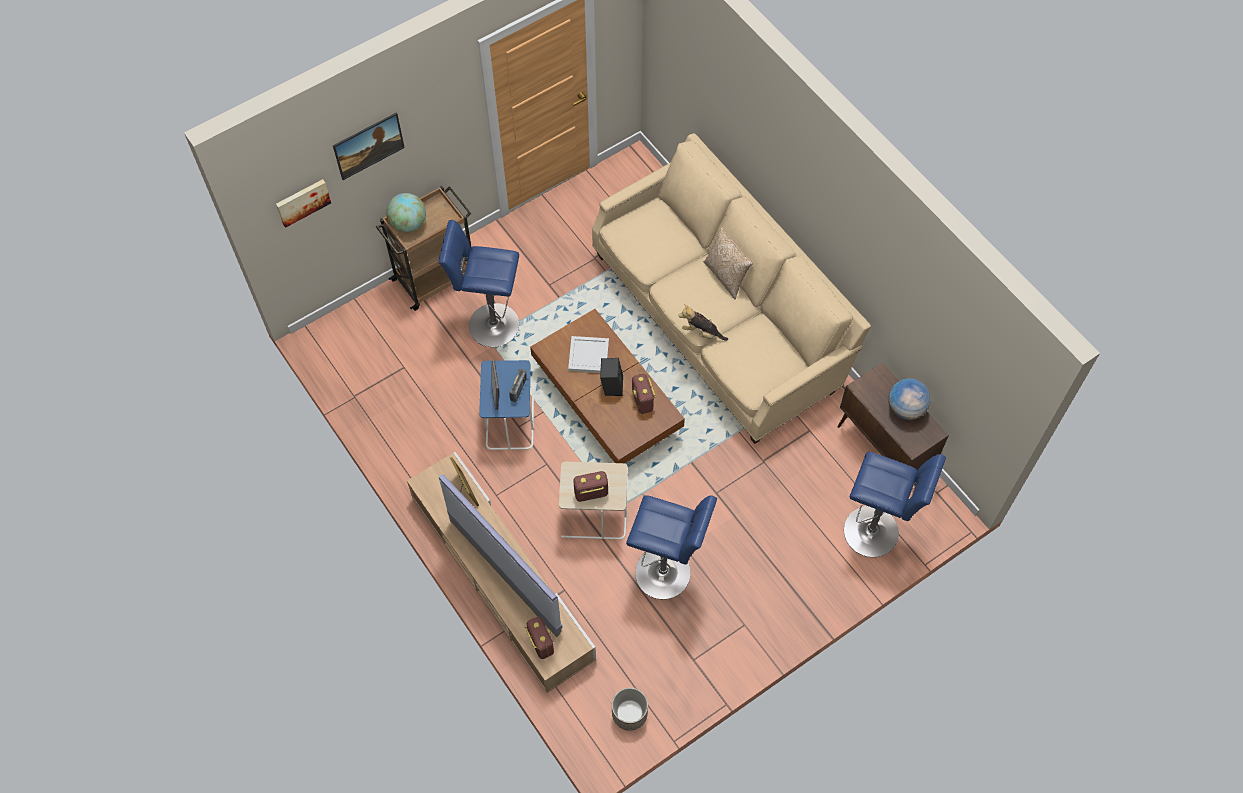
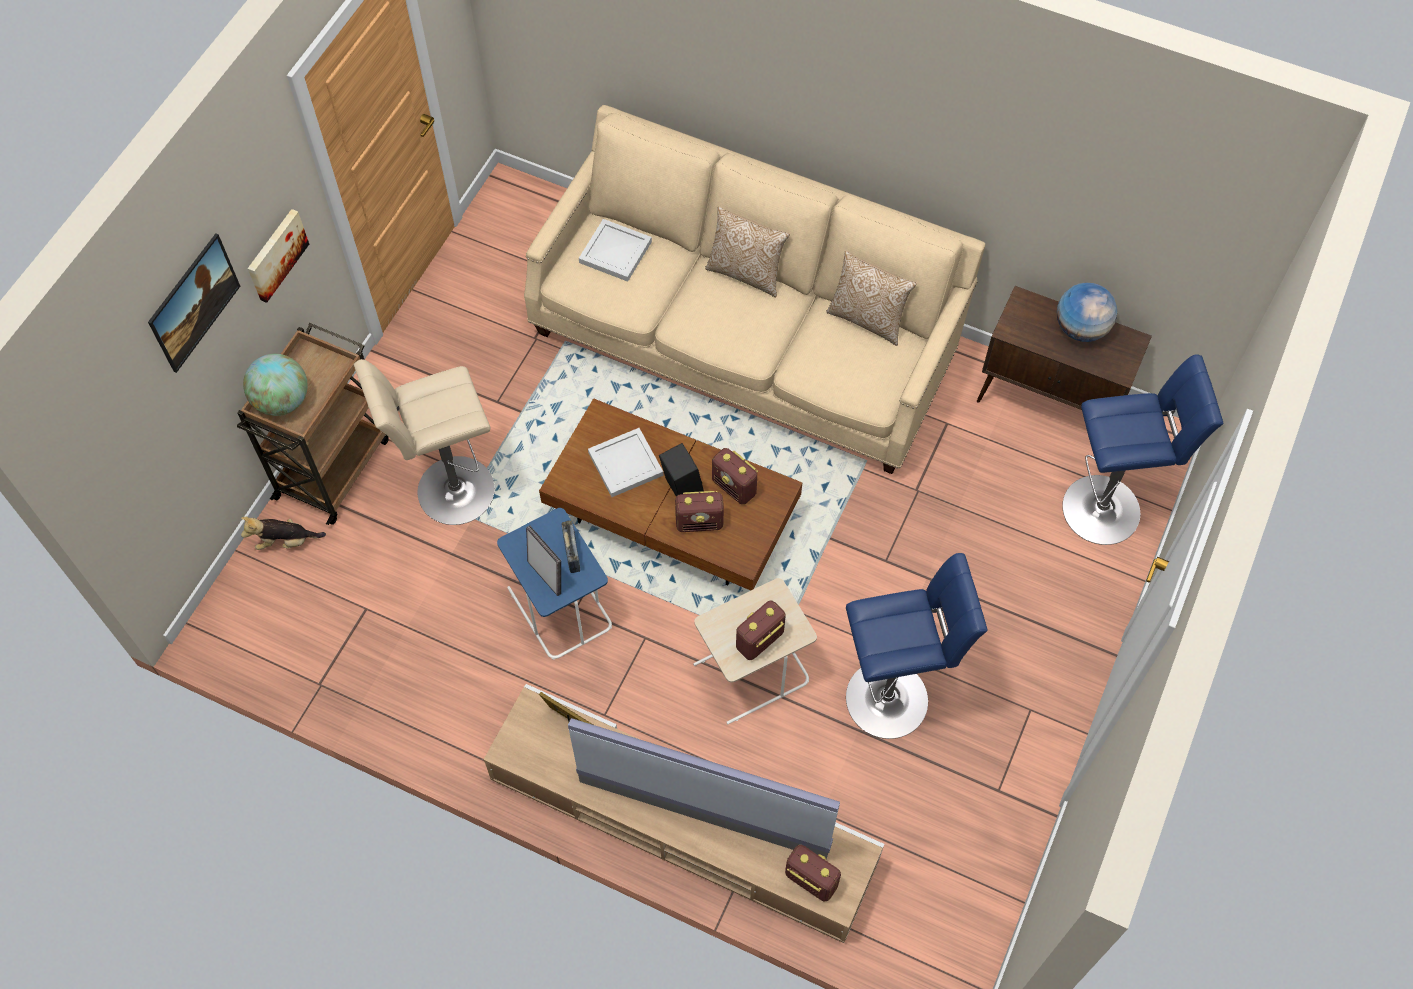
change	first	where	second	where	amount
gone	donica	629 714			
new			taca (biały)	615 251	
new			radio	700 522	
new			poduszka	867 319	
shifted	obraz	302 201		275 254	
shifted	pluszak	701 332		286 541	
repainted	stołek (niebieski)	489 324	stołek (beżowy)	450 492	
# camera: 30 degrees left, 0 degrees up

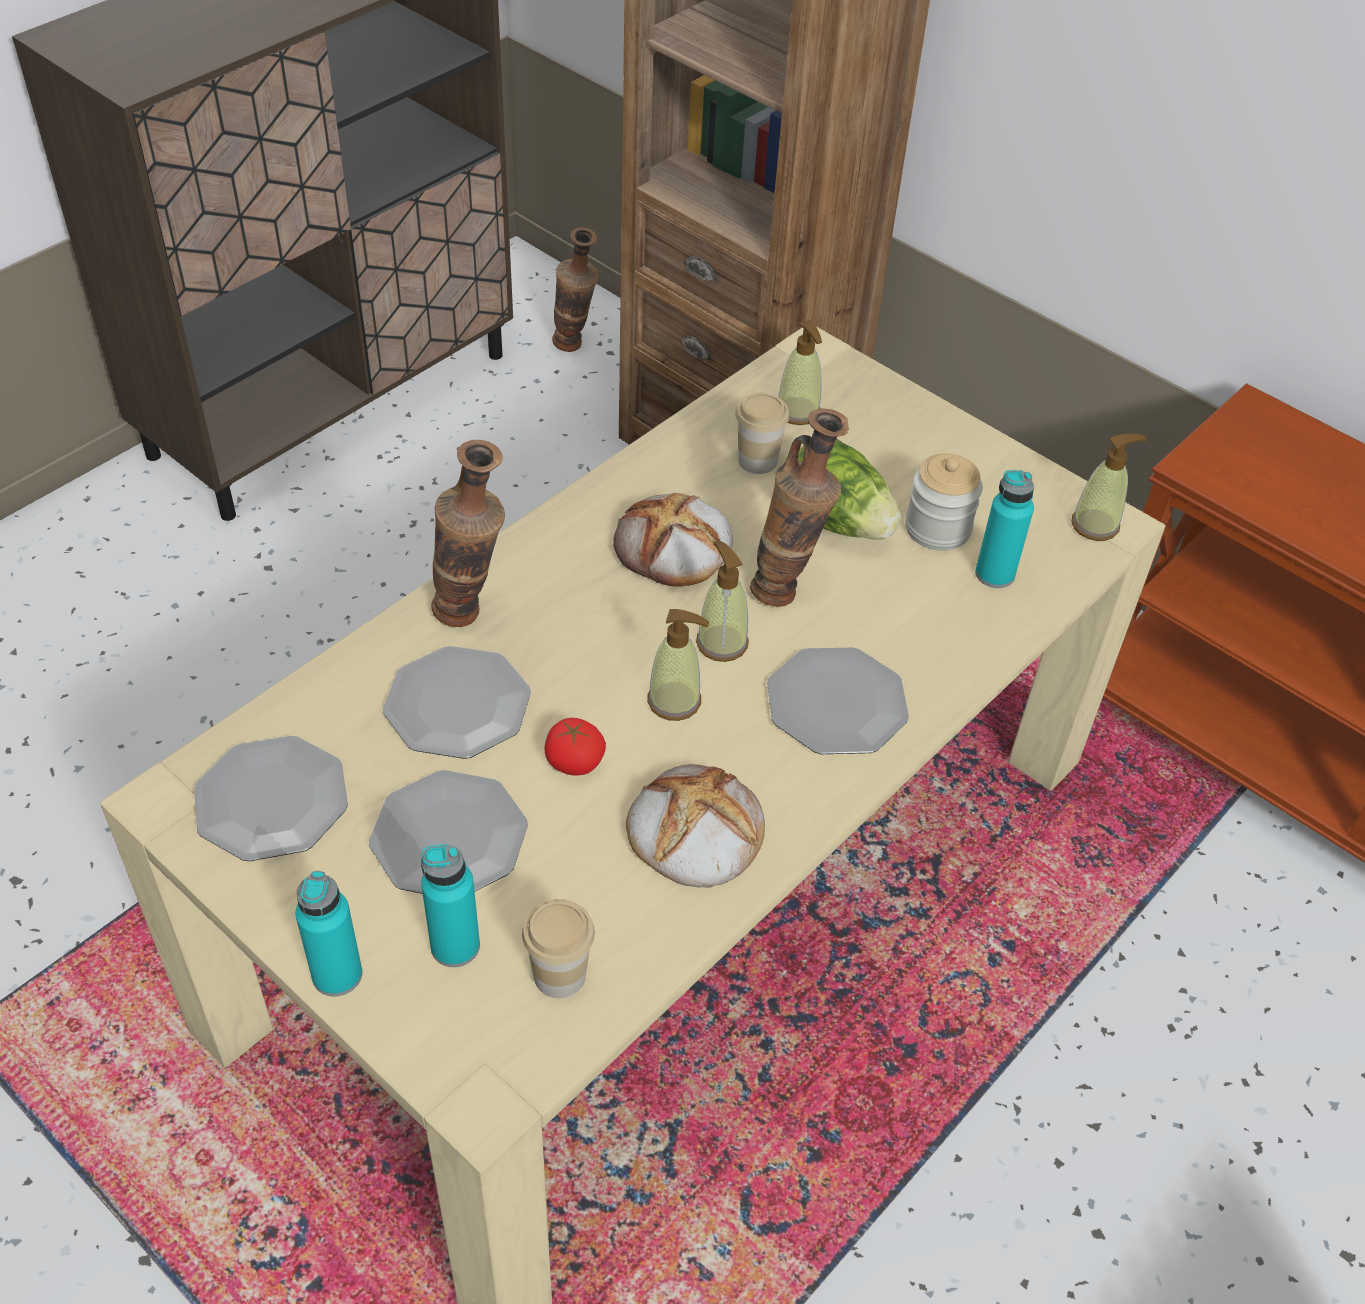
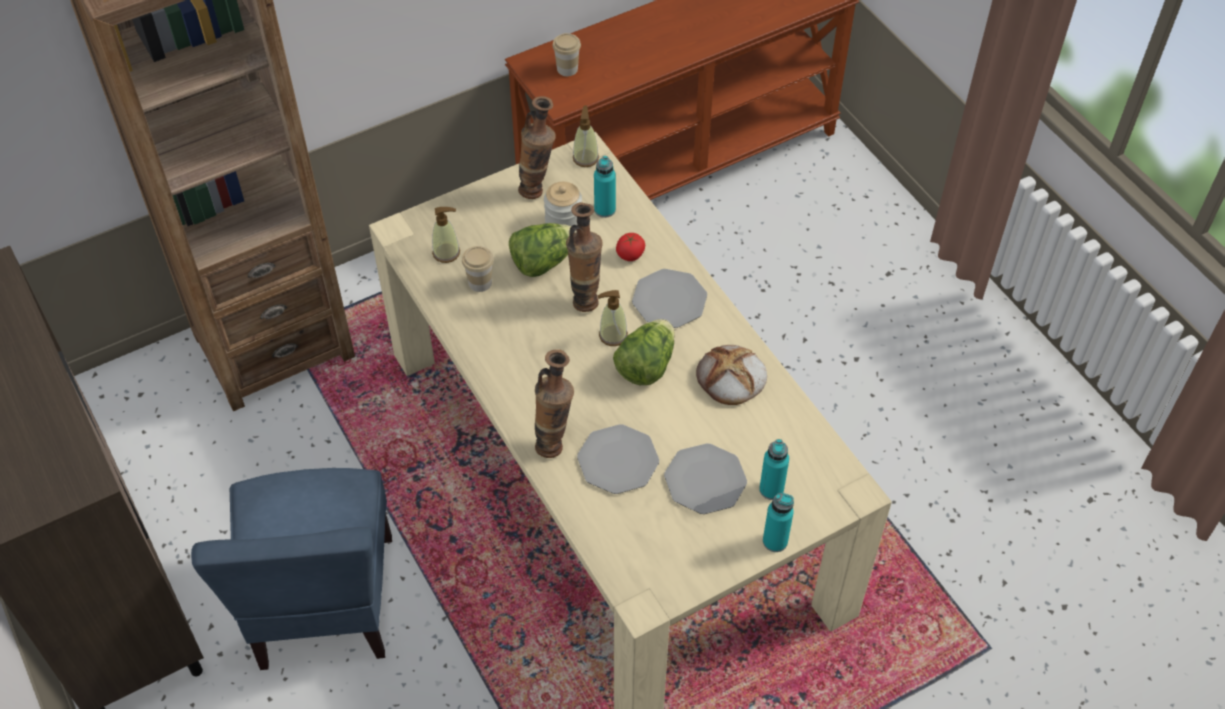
change	first	where	second	where	amount
gone	talerz	271 800			
gone	chleb	673 548			
new			krzesło (niebieski)	324 603	
shifted	filiżanka	559 975		567 69	
shifted	pomidor	574 762		630 254	
shifted	wazon	574 348		538 189	
swapped	dozownik mydła	674 701	sałata	646 365	
# camera: 70 degrees left, 5 degrees up

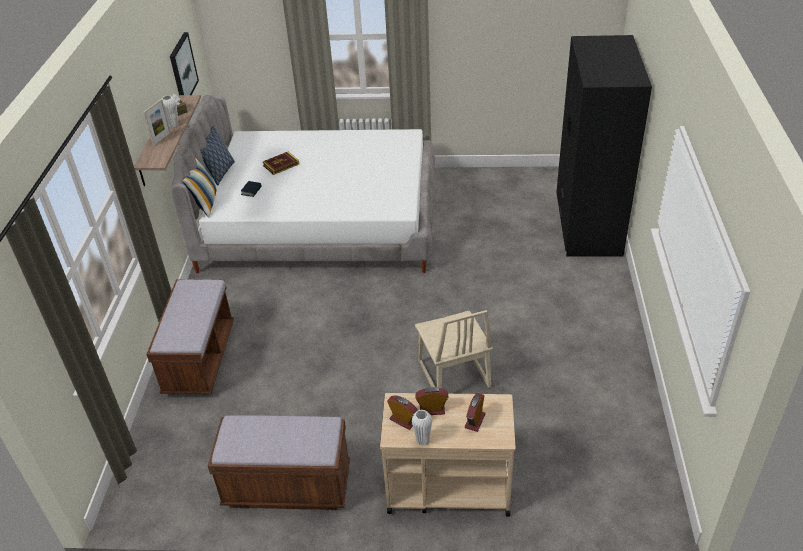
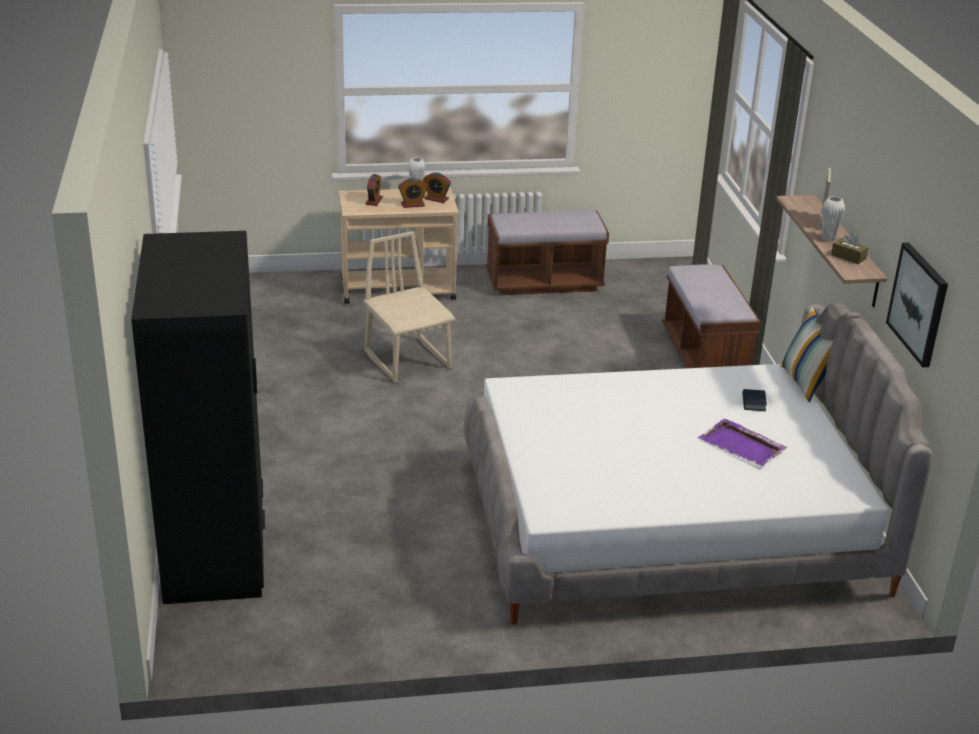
change	first	where	second	where	amount
gone	poduszka	220 173			
swapped	książka	281 165	taca (fioletowy)	742 446	
# camera: 165 degrees right, 10 degrees down

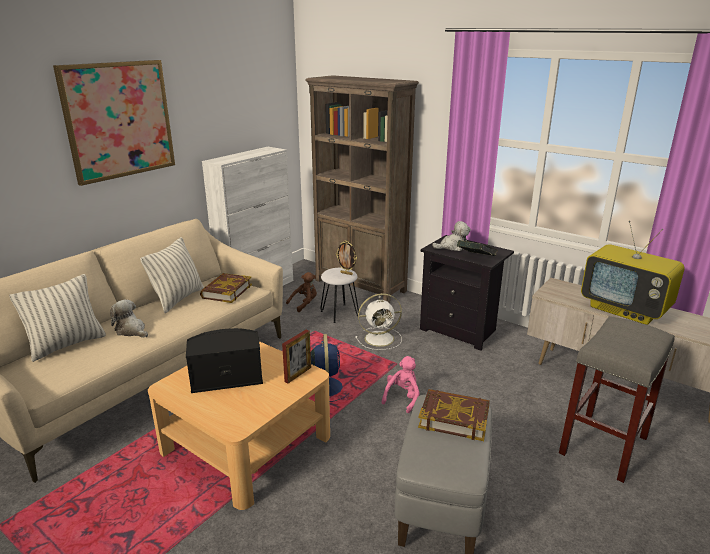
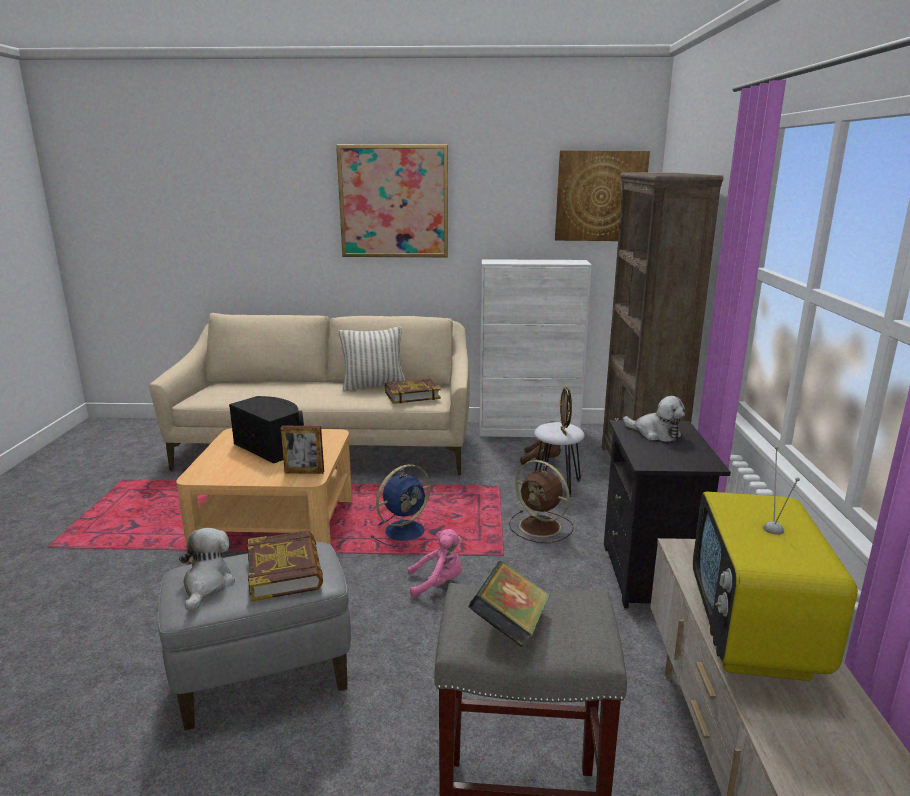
change	first	where	second	where	amount
gone	poduszka	67 345			
new			obraz	600 196	
shifted	pluszak	131 330		207 585	
shifted	książka	476 258		510 626	
repainted	wentylator (biały)	380 338	wentylator (brązowy)	541 527	
# camera: 55 degrees right, 5 degrees down

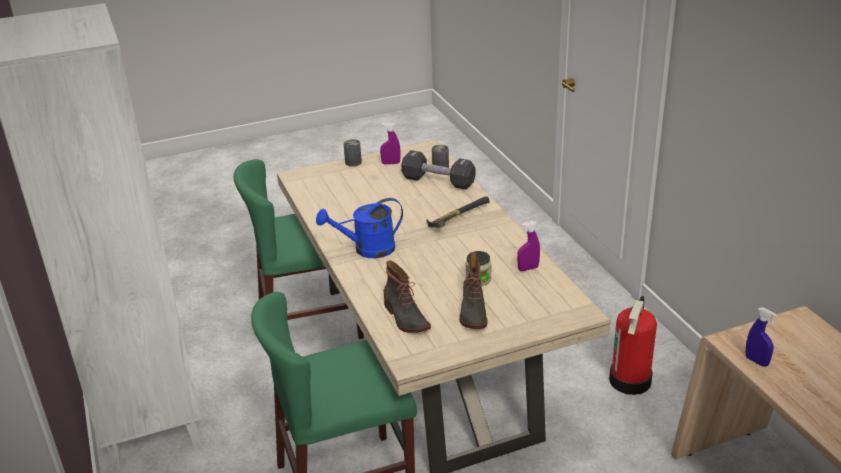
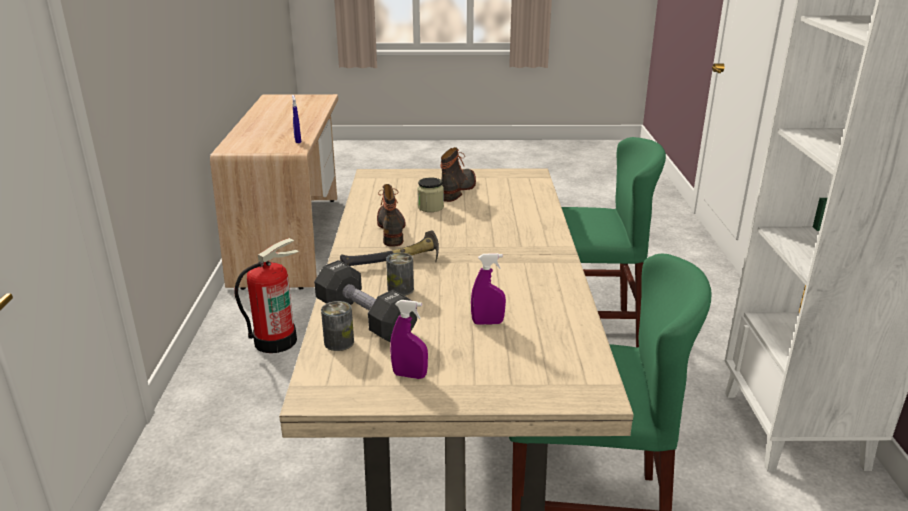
change	first	where	second	where	amount
gone	konewka (niebieski)	367 249			
shifted	puszka	353 162		400 289	
shifted	but z cholewką	405 318		392 230	
shifted	spryskiwacz (fioletowy)	528 268		487 323	
# camera: 160 degrees left, 5 degrees down

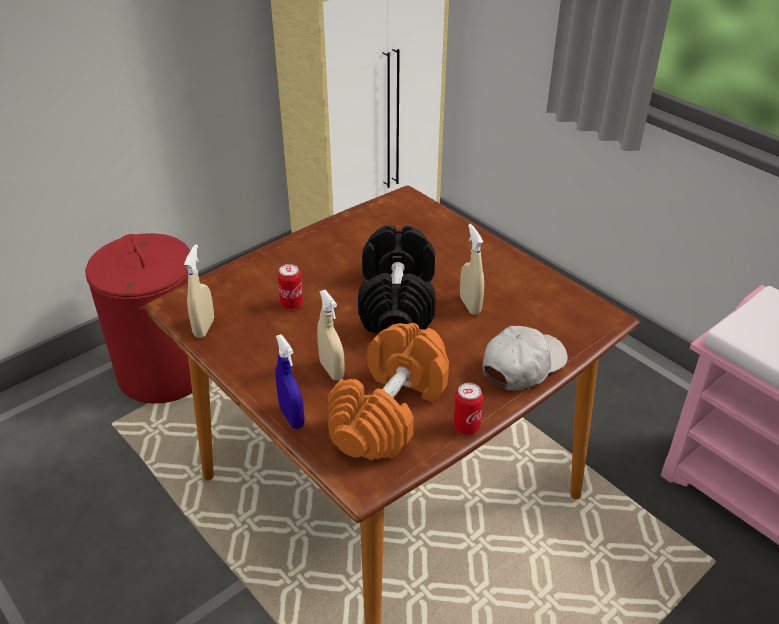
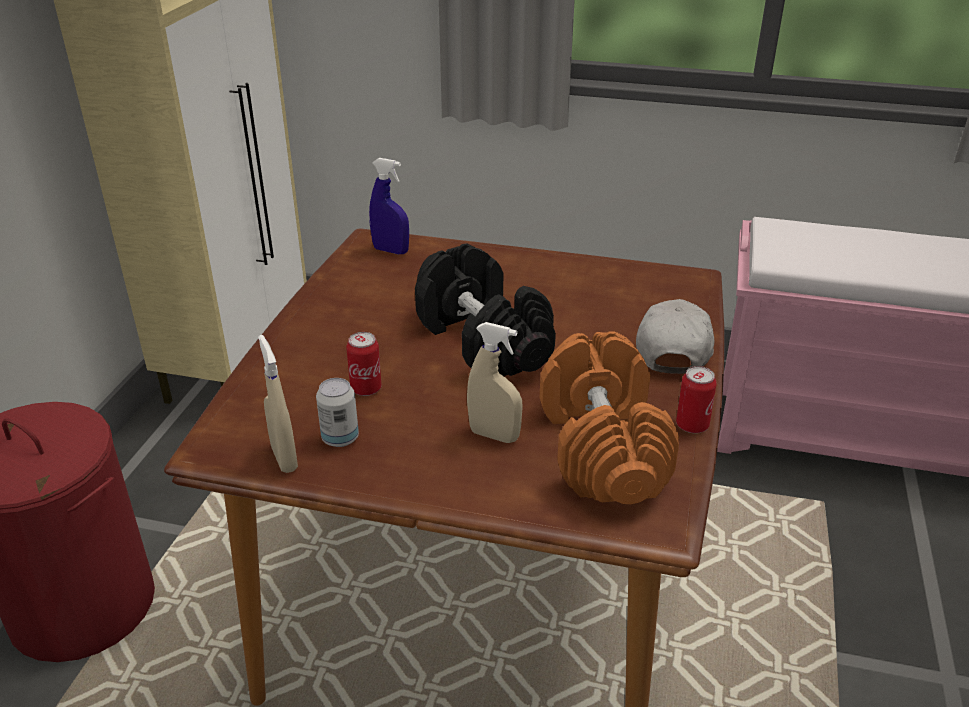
change	first	where	second	where	amount
gone	spryskiwacz (beżowy)	470 305			
new			puszka	340 438	
shifted	spryskiwacz (niebieski)	292 417		391 250	
# camera: 35 degrees left, 5 degrees down

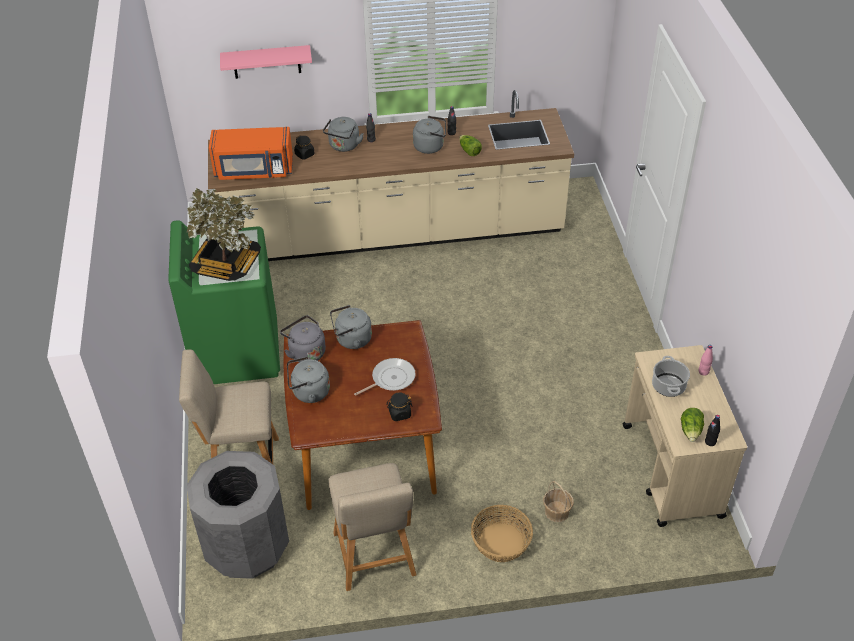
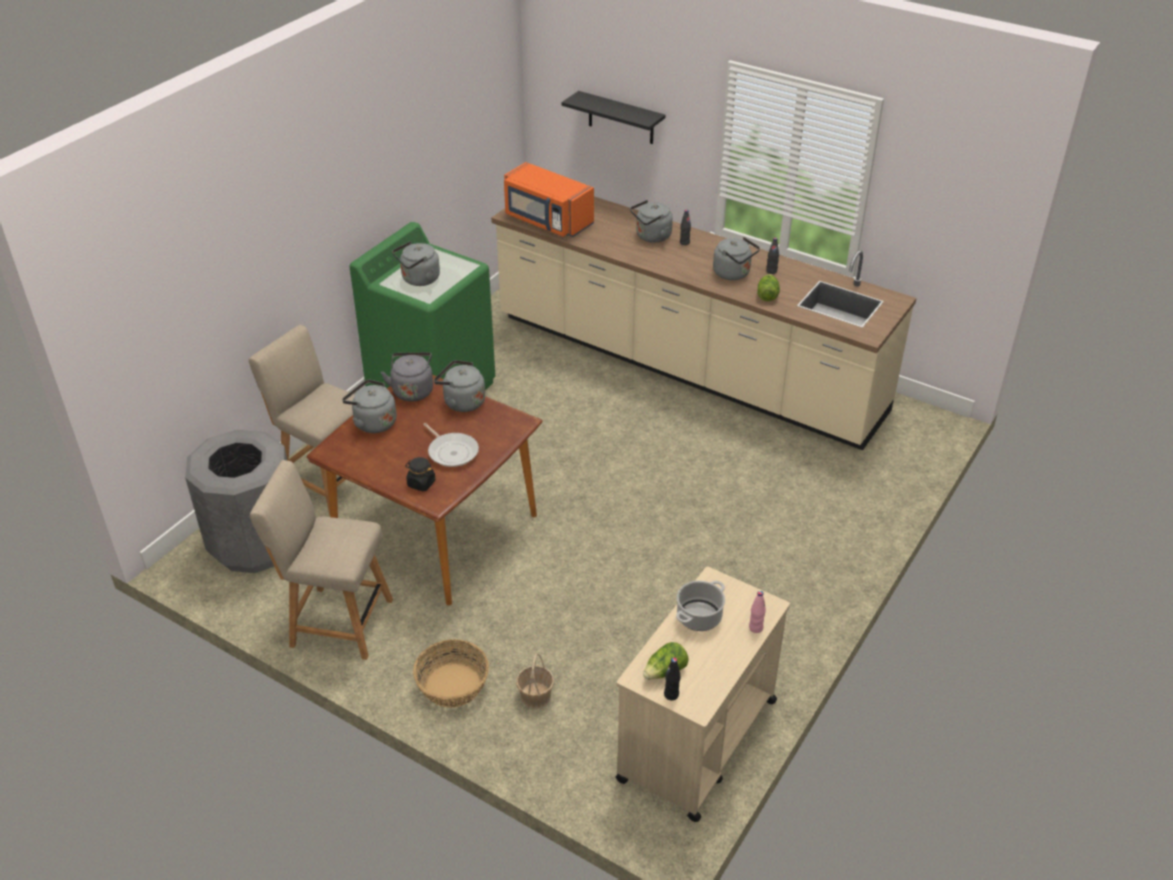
change	first	where	second	where	amount
gone	słoik (czarny)	304 154			
swapped	roślina doniczkowa	226 265	czajnik (szary)	418 280	
repainted	półka (różowy)	266 62	półka (czarny)	621 118	
rotated	krzesło (beżowy)	375 558		336 622	75 degrees clockwise
rotated	patelnia	391 379		452 451	45 degrees clockwise
# camera: 40 degrees right, 5 degrees down

